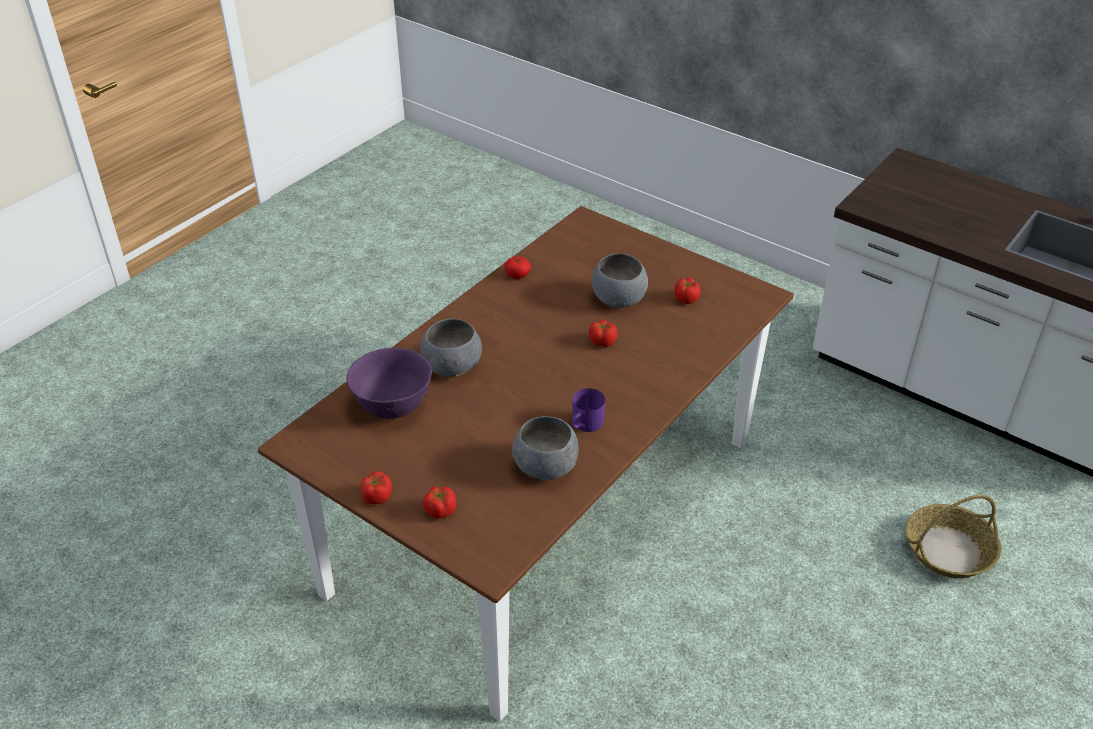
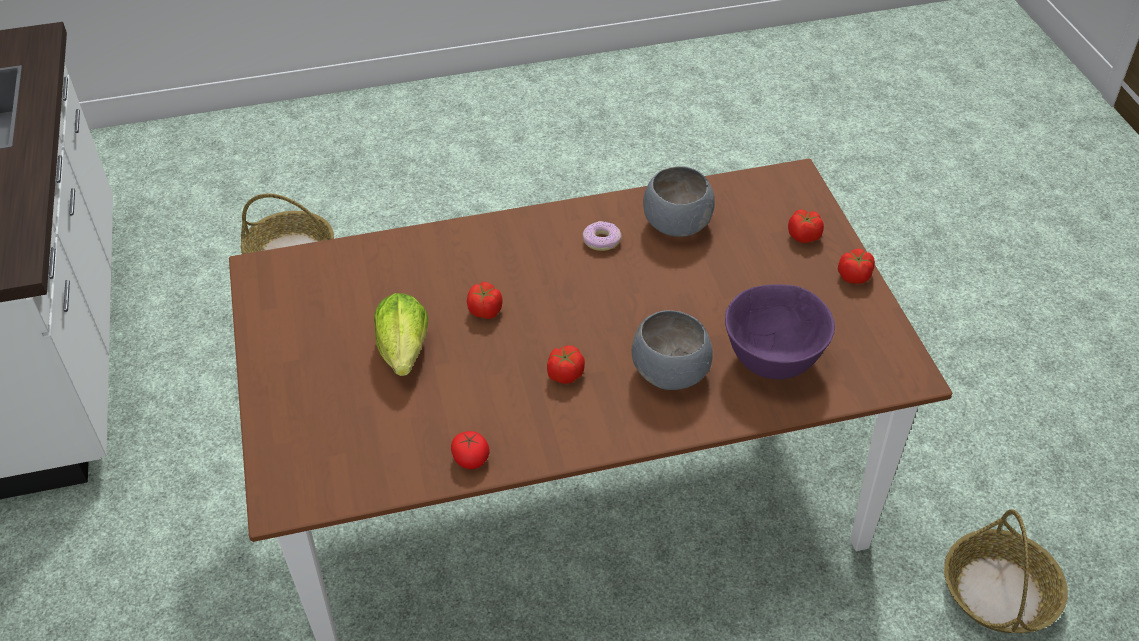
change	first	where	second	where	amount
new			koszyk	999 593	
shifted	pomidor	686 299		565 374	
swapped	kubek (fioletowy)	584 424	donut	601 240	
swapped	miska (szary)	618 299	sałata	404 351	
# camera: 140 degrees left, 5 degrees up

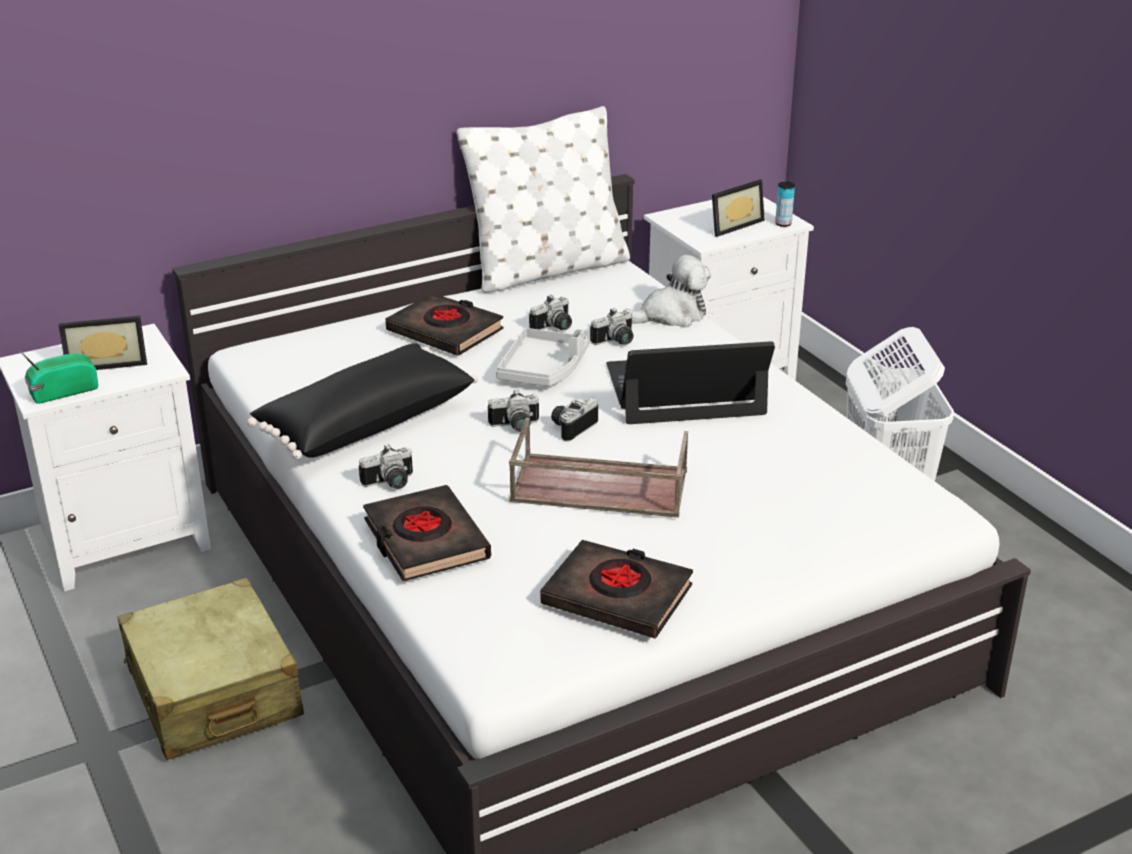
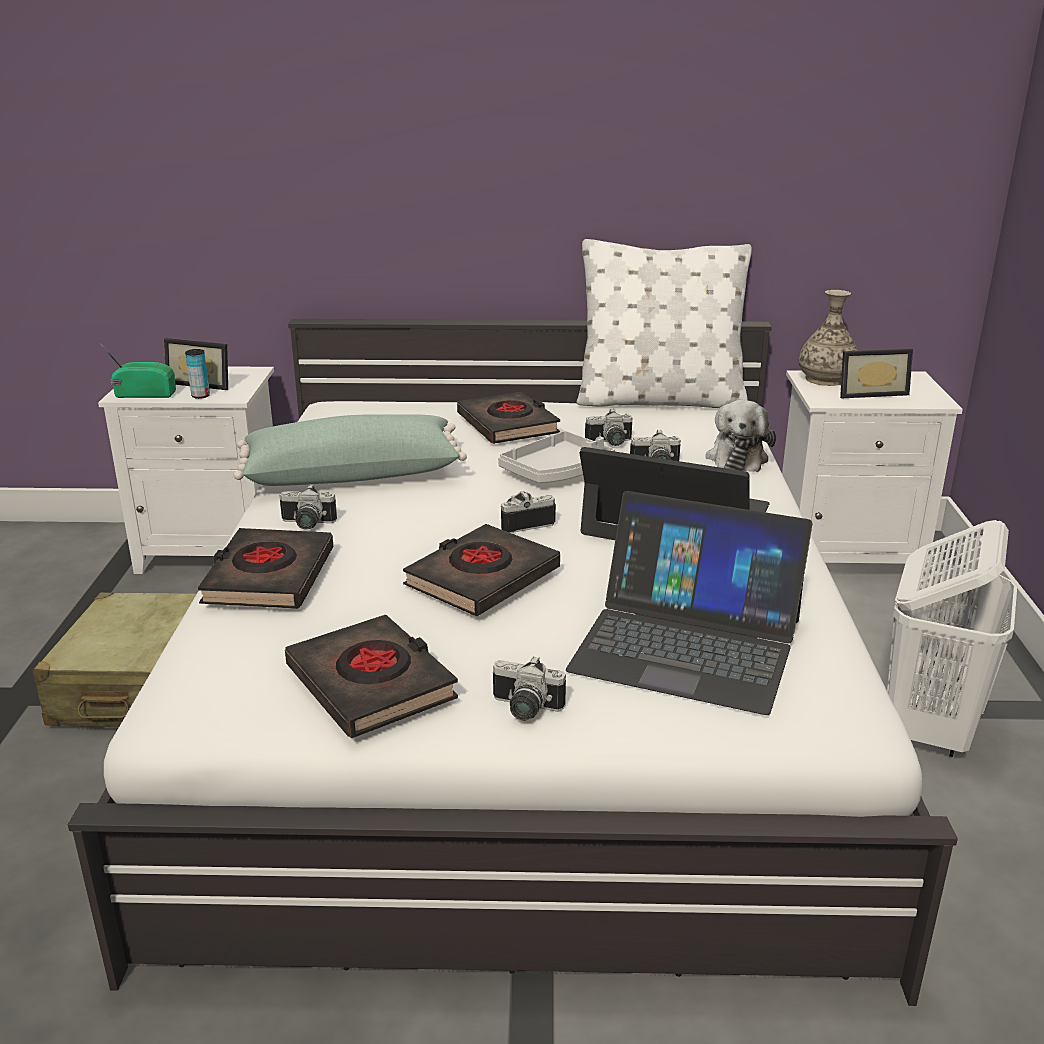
change	first	where	second	where	amount
new			laptop	687 644	
new			wazon	826 379	
shifted	aparat fotograficzny	515 426		524 709	
shifted	puszka	783 224		200 396	
swapped	taca (brązowy)	597 487	książka (czarny)	482 578	
repainted	poduszka (czarny)	365 422	poduszka (zielony)	352 474	
rotated	pluszak	671 315		737 457	90 degrees clockwise
# camera: 30 degrees right, 5 degrees down

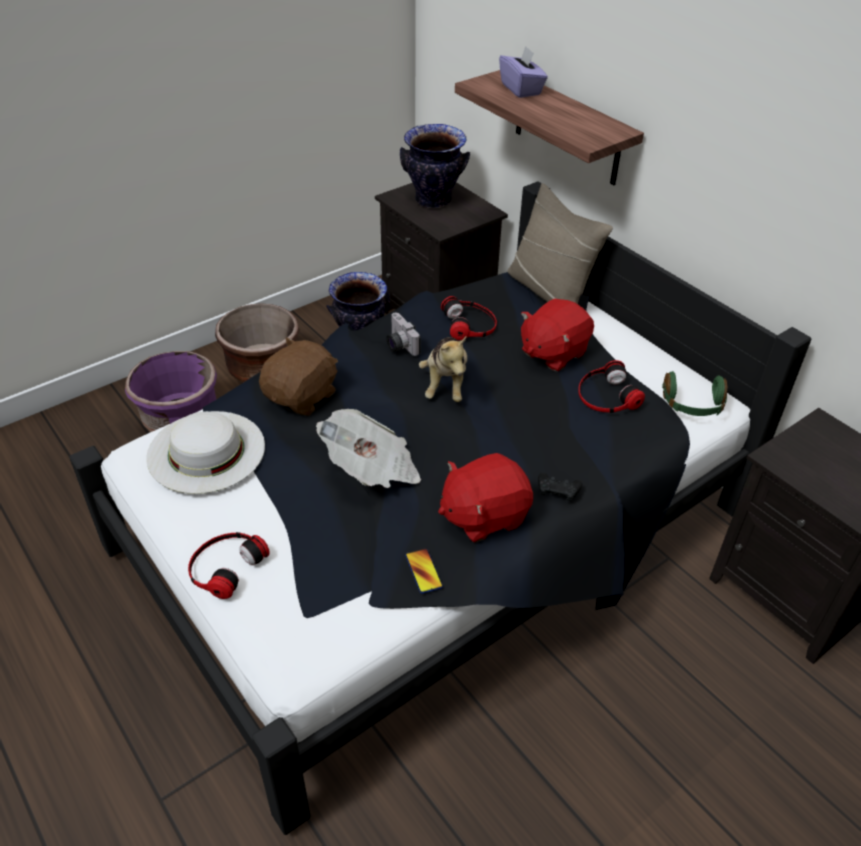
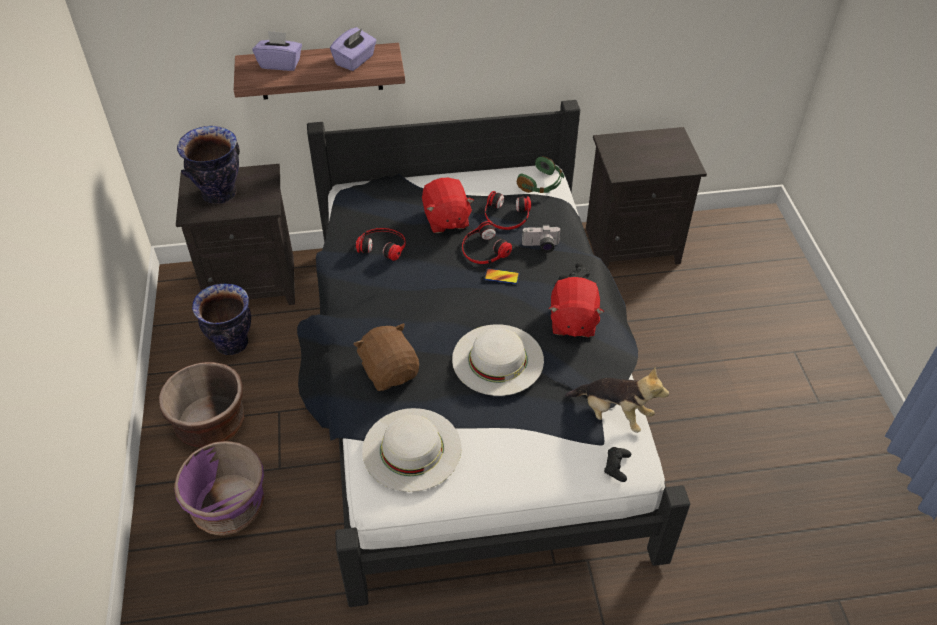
change	first	where	second	where	amount
gone	poduszka (beżowy)	550 292			
new			pudełko chusteczek (fioletowy)	355 60	
new			pad do gier (czarny)	617 466	
shifted	słuchawki	225 566		483 249	
shifted	aparat fotograficzny	399 345		541 246	
shifted	telefon	423 571		501 277	
shifted	pluszak	445 384		613 414	
swapped	gazeta	372 469	kapelusz (biały)	498 359	
# camera: 60 degrees left, 5 degrees up

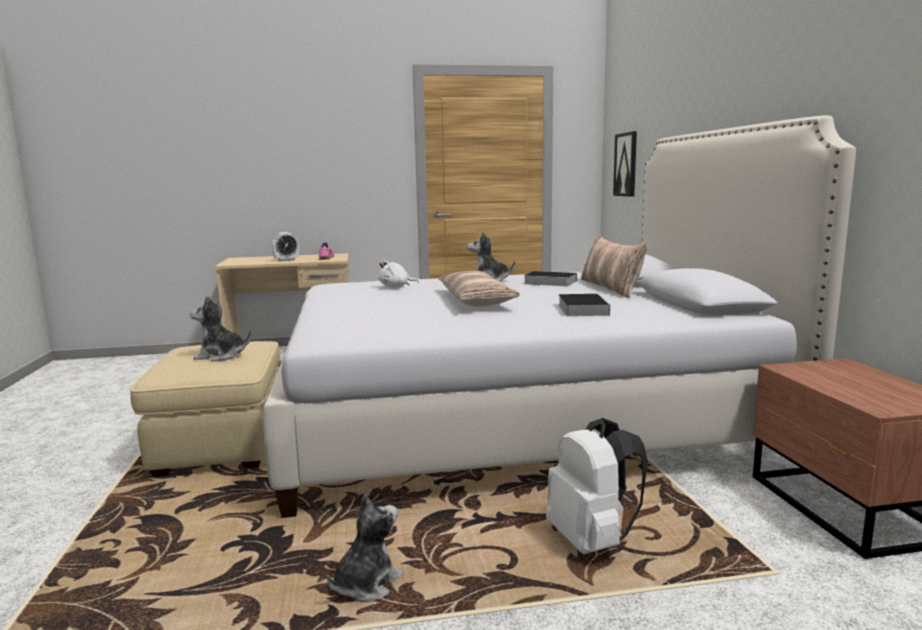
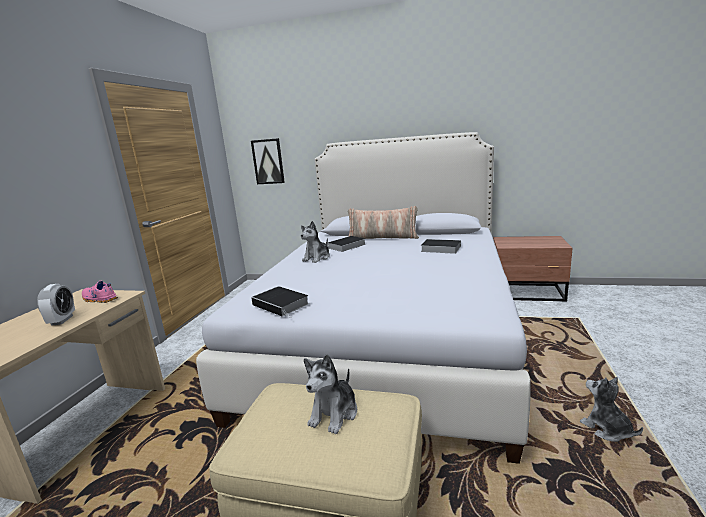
change	first	where	second	where	amount
gone	pluszak (biały)	396 287			
gone	poduszka	476 301			
gone	plecak (biały)	592 541			
new			książka	282 304	
# camera: 65 degrees left, 5 degrees up

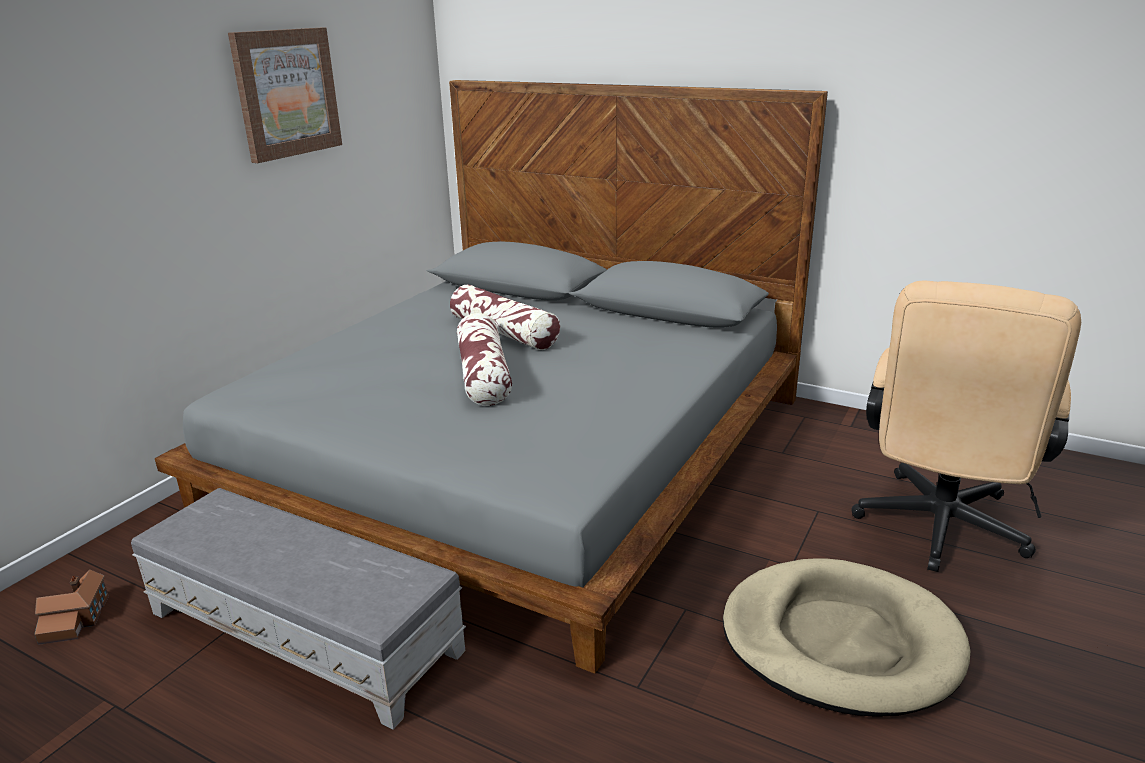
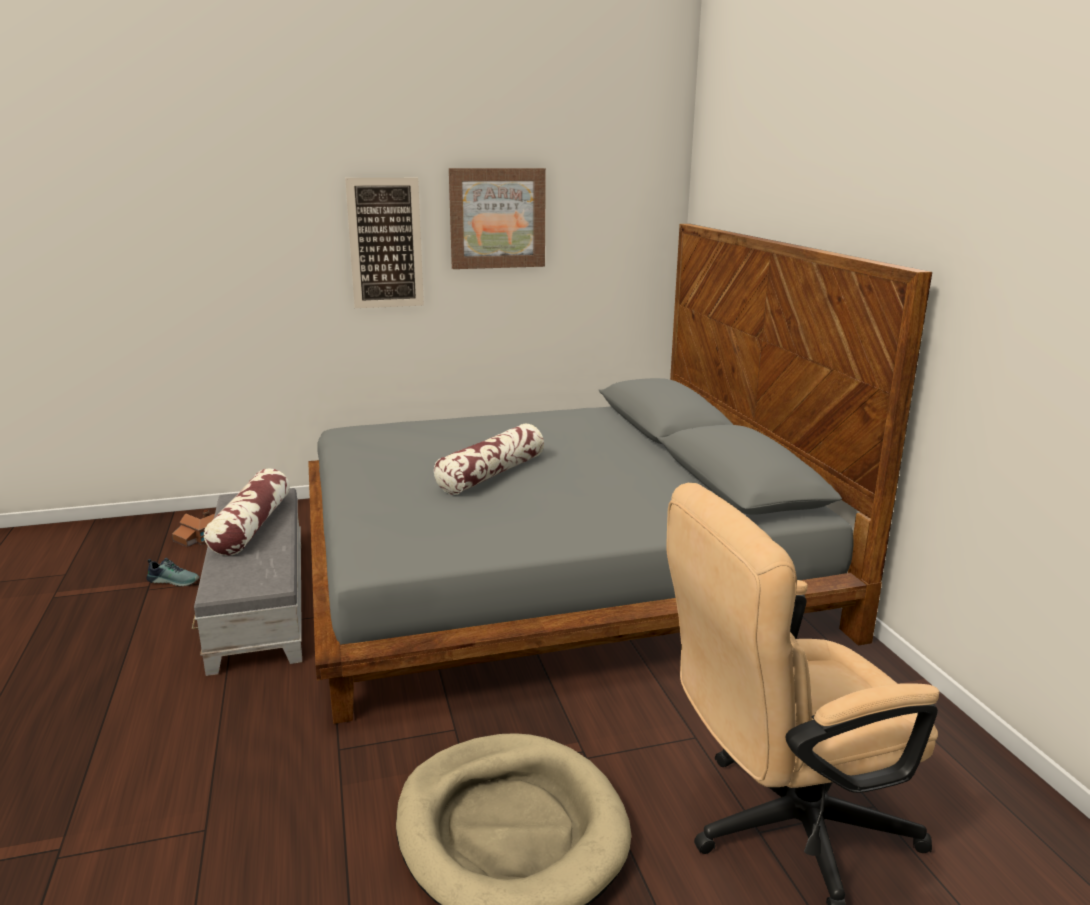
change	first	where	second	where	amount
new			but	174 580	
new			obraz	385 243	
shifted	poduszka	504 333		251 526	
# camera: 45 degrees right, 5 degrees down

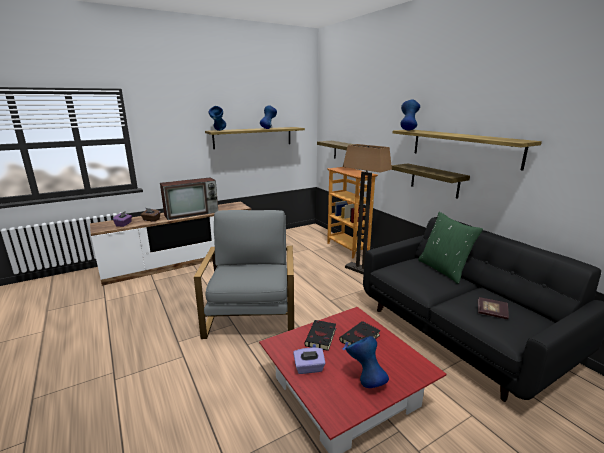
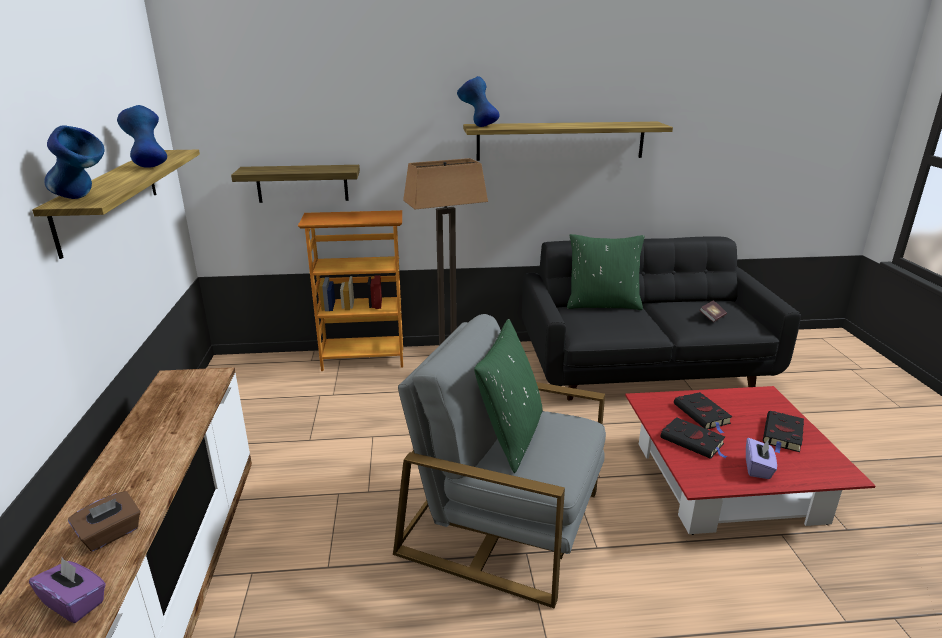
change	first	where	second	where	amount
gone	telewizor	192 213			
gone	półka	434 180			
new			poduszka (zielony)	510 436	
swapped	wazon (niebieski)	365 380	książka (czarny)	783 435	
# camera: 65 degrees left, 5 degrees up

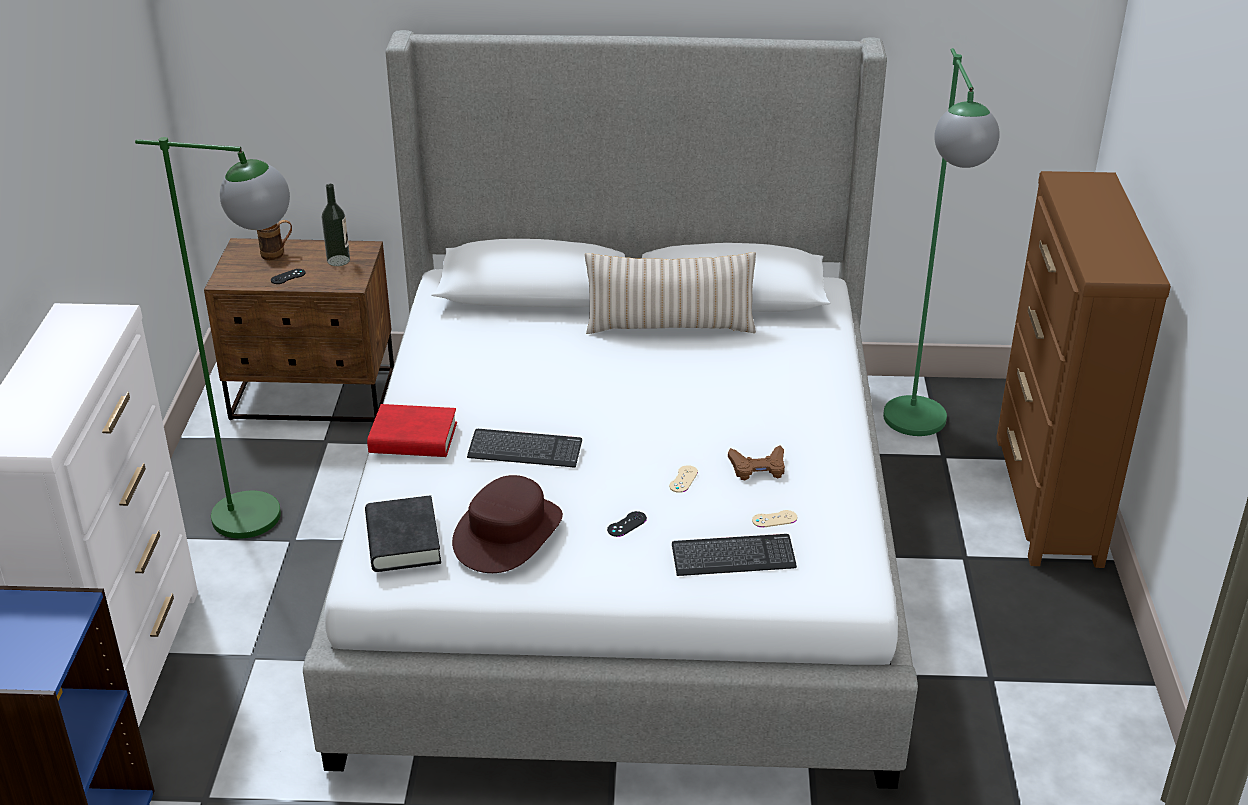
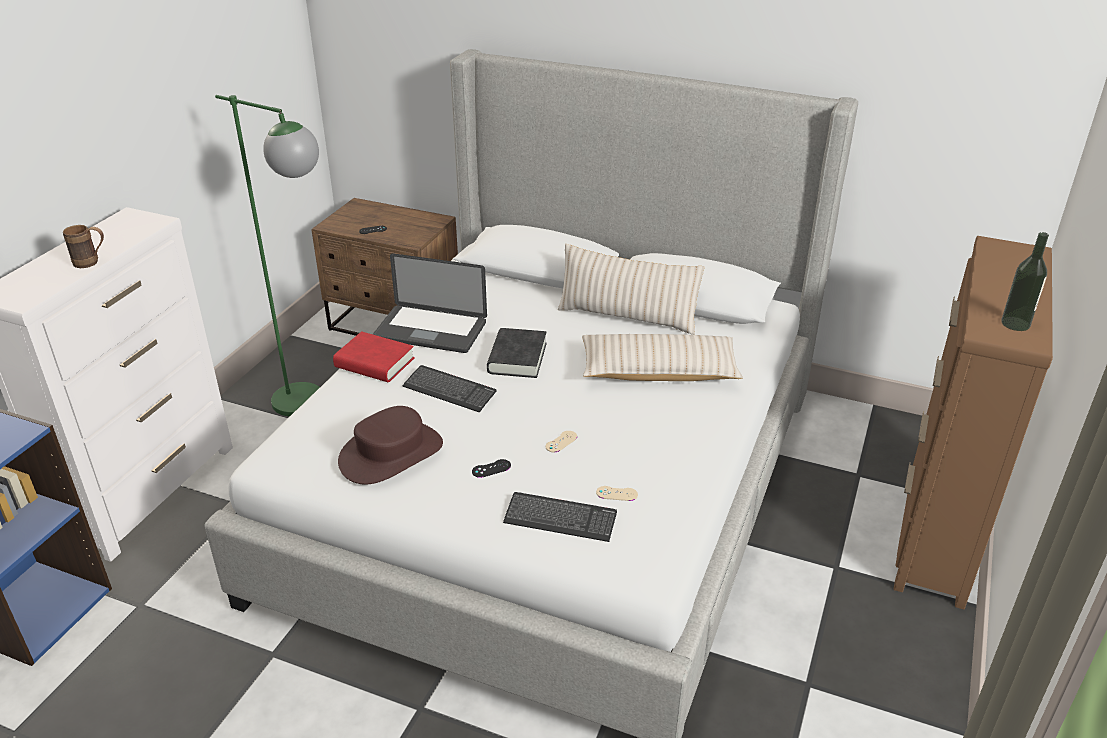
change	first	where	second	where	amount
gone	pad do gier (brązowy)	758 468			
gone	lampa stojąca (zielony)	919 431			
new			laptop	430 331	
new			poduszka (beżowy)	658 371	
shifted	kubek (brązowy)	278 254		91 263	
shifted	butelka	338 260		1015 324	
shifted	książka (czarny)	403 541		517 358	
# camera: 20 degrees right, 0 degrees up

